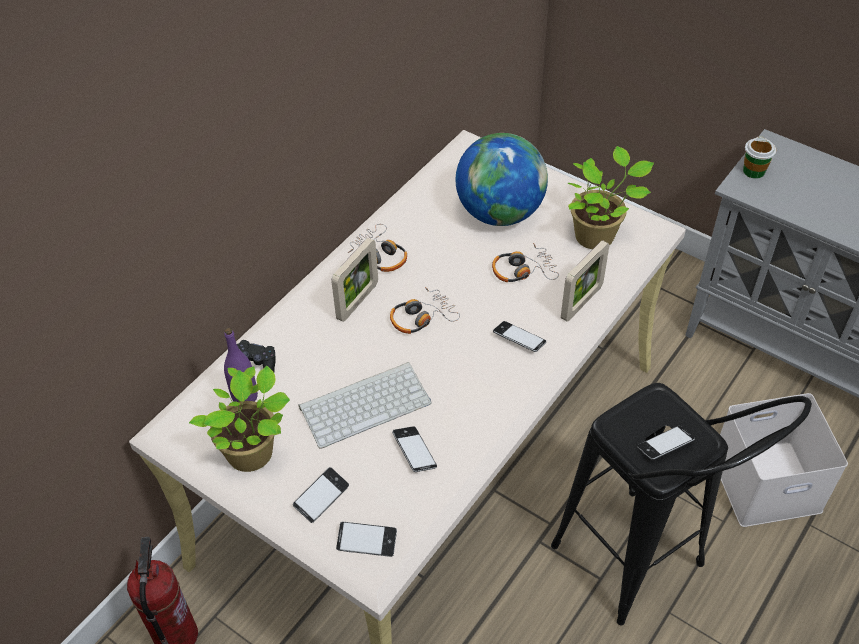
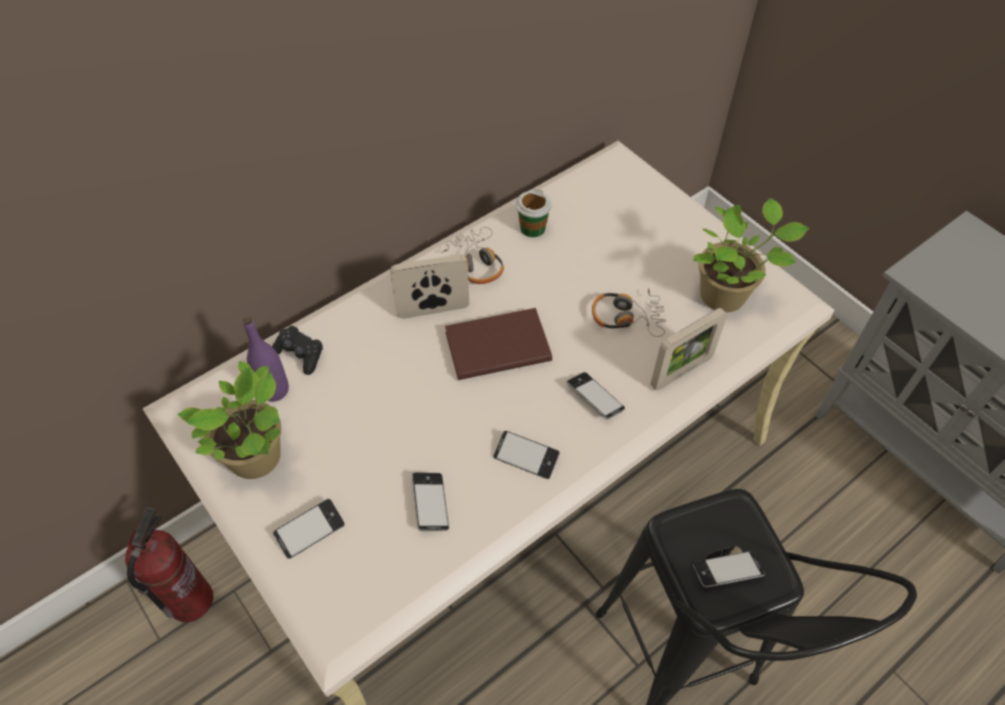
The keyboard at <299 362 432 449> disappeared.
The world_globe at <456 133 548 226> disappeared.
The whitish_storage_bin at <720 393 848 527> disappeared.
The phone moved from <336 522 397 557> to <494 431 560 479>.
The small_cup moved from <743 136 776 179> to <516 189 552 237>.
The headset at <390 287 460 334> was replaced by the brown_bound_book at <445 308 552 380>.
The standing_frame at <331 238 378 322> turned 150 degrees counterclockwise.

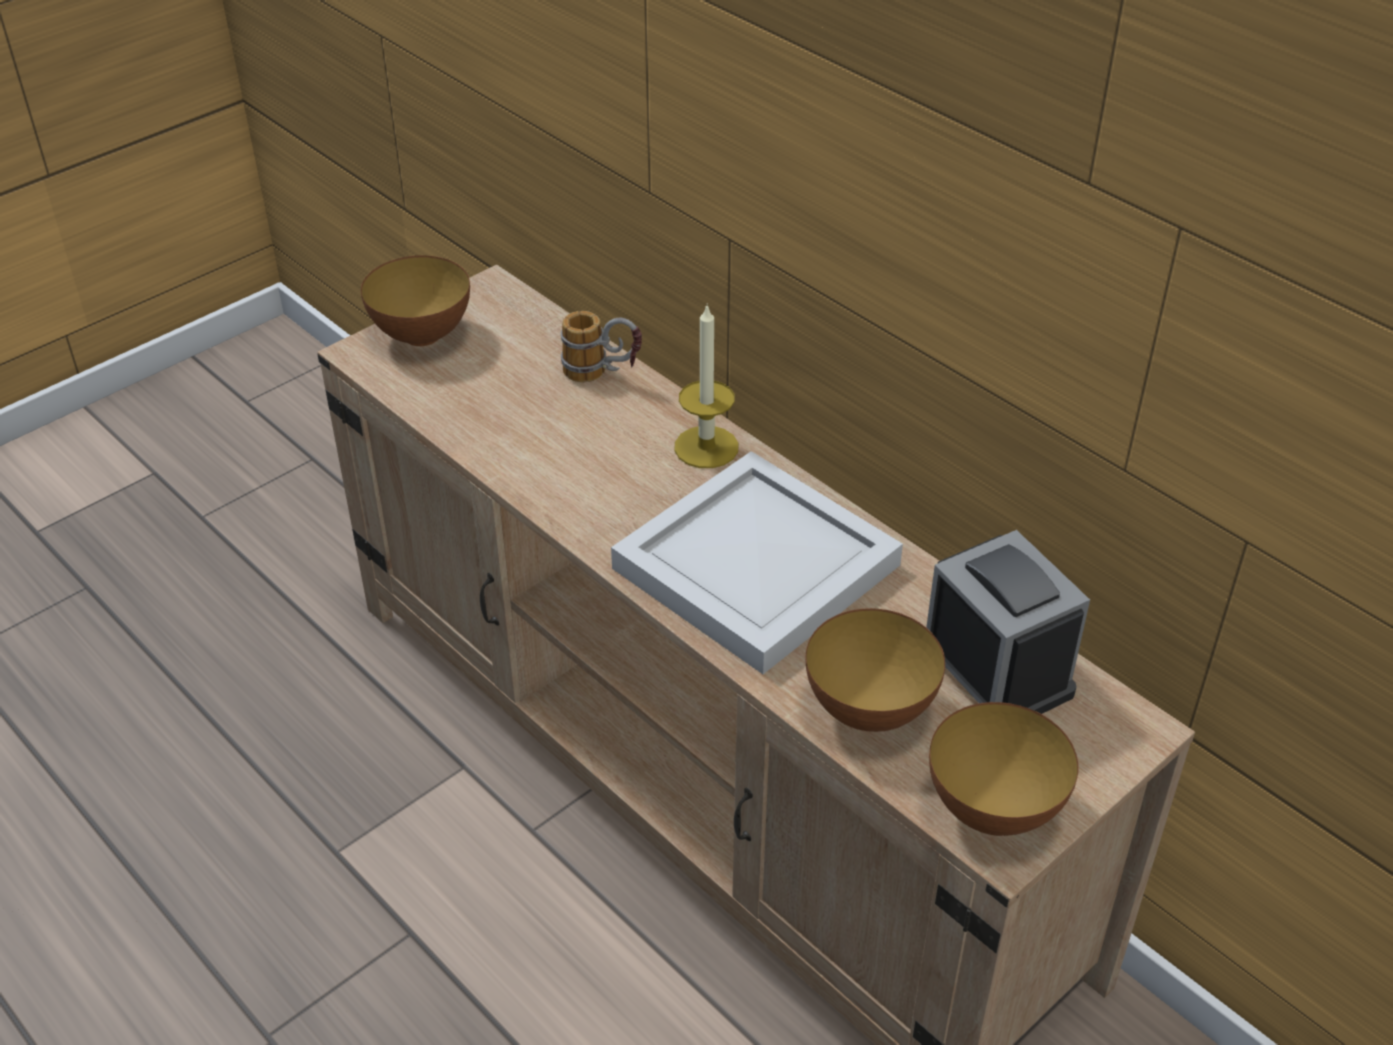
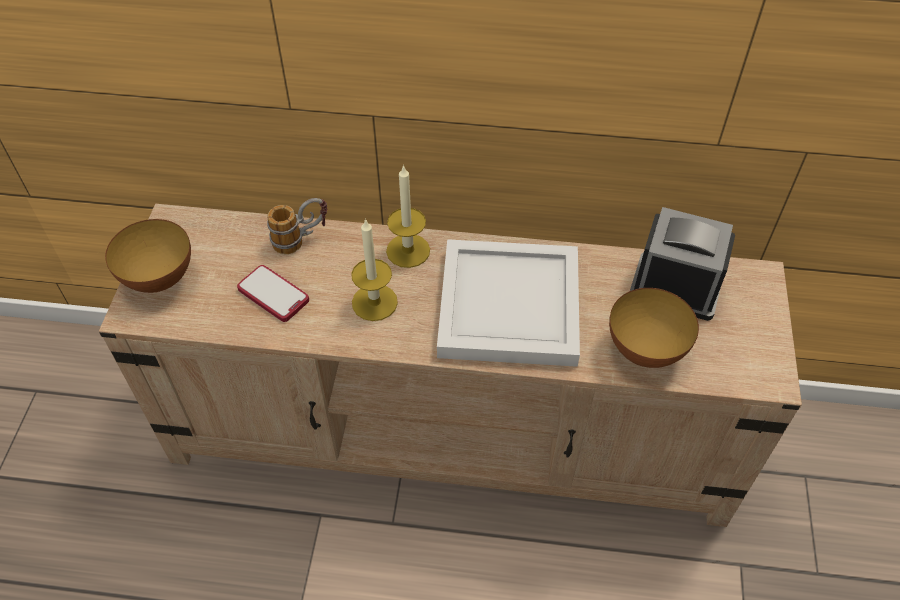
The serving_bowl at <929 702 1079 836> disappeared.
The phone at <237 265 309 322> appeared.
The wax_light at <351 218 398 321> appeared.

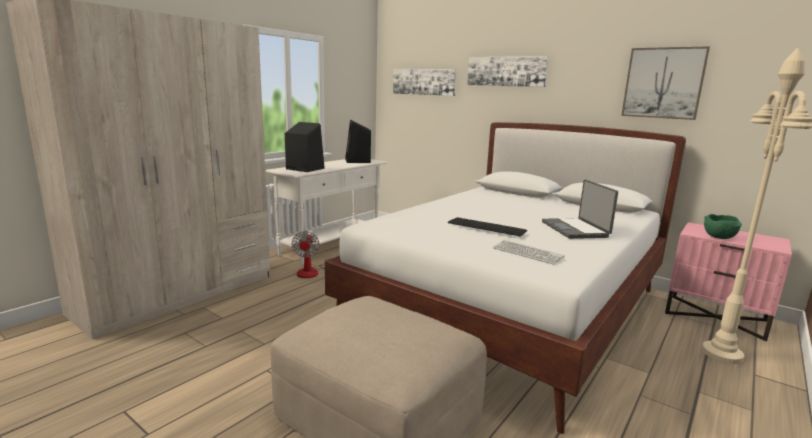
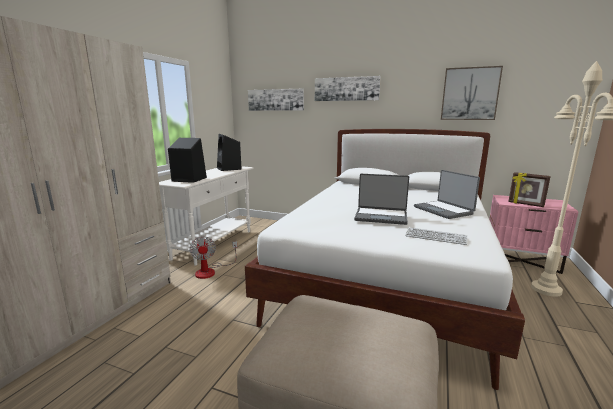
The keyboard at <448 217 527 237> was replaced by the laptop at <354 174 409 225>.
The green_serving_bowl at <704 214 742 239> was replaced by the standing_frame at <508 172 551 207>.

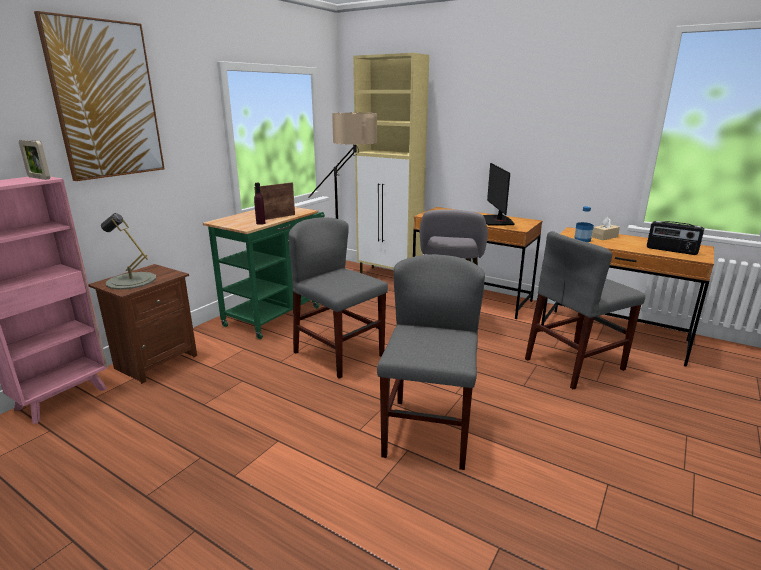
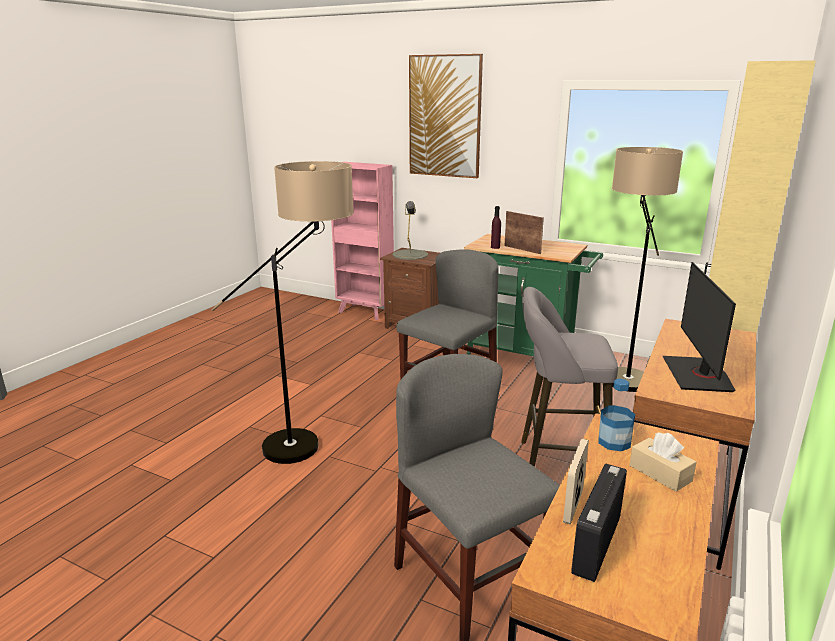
The standing_frame moved from <19 140 50 180> to <563 438 589 524>.
The gray_plain_chair at <377 254 485 470> was replaced by the standard_lamp at <211 161 354 464>.
The computer_display at <483 163 514 226> turned 75 degrees counterclockwise.

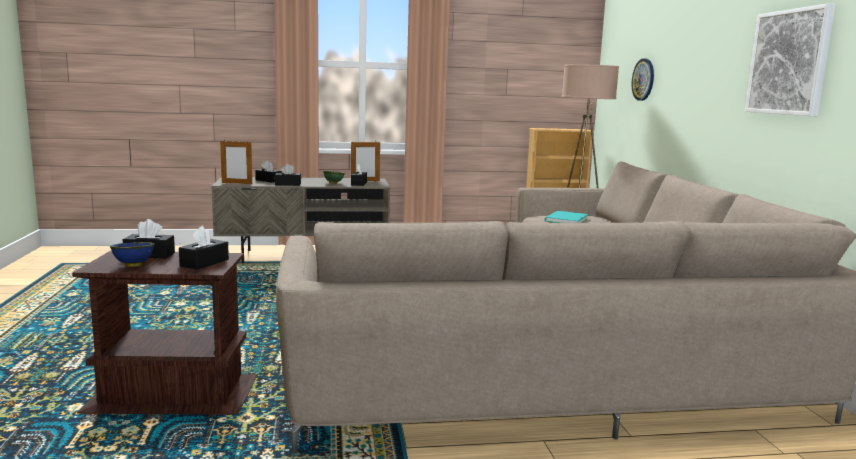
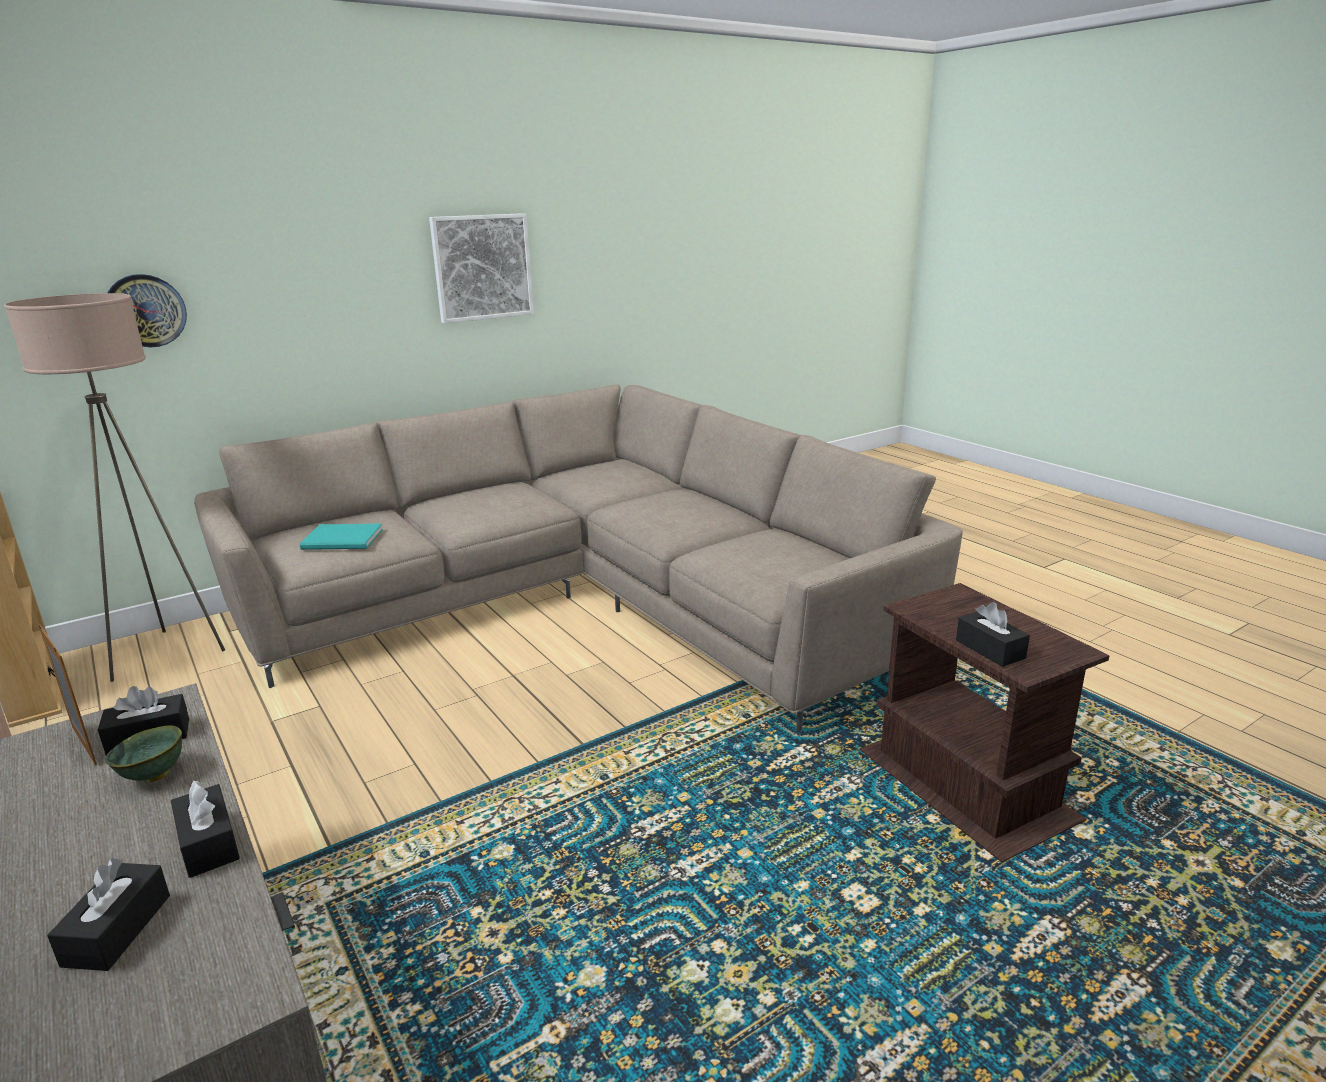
The blue_serving_bowl at <110 242 155 267> disappeared.
The black_tissue_box at <179 226 229 270> disappeared.
The standing_frame at <220 141 252 184> disappeared.

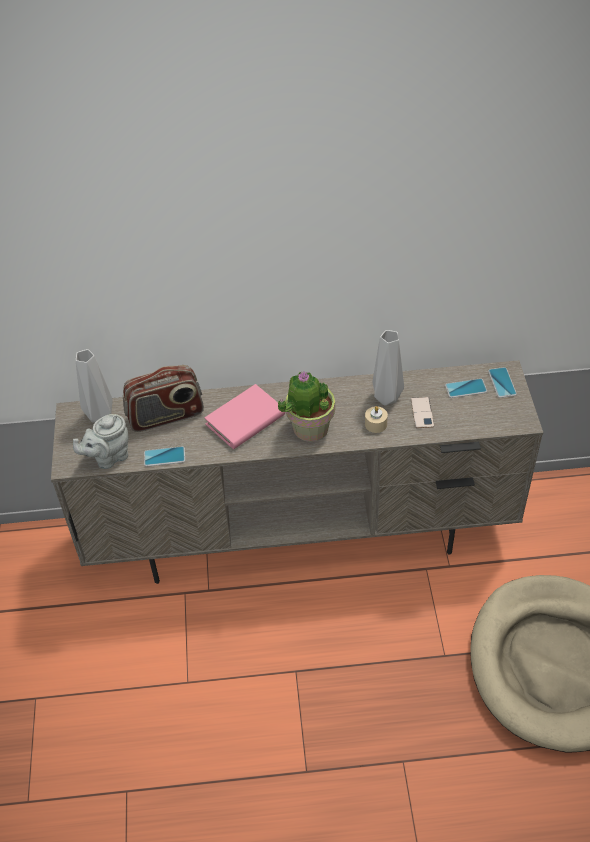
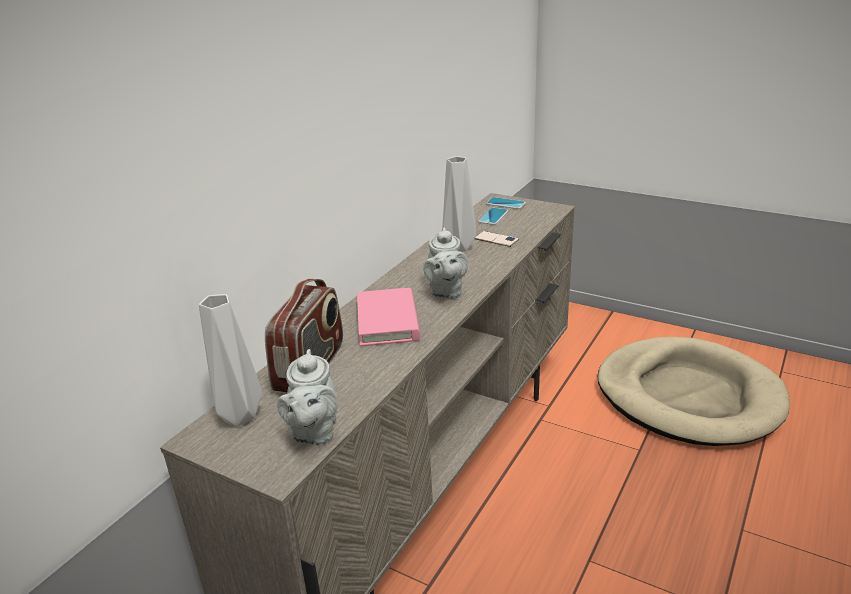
The phone at <144 446 185 466> disappeared.
The beige_wax_light at <365 406 388 433> disappeared.
The potted_plant at <278 372 335 442> was replaced by the gray_teapot at <423 227 468 299>.

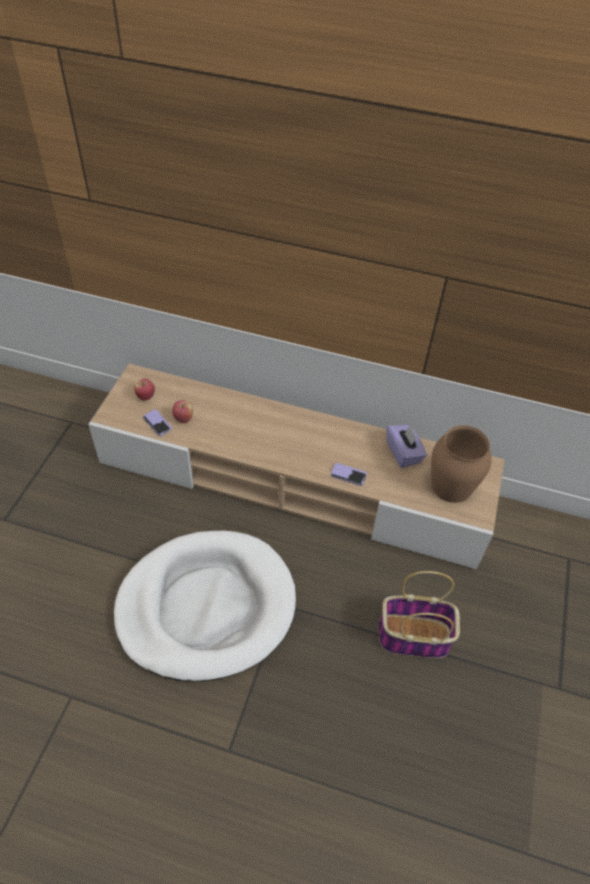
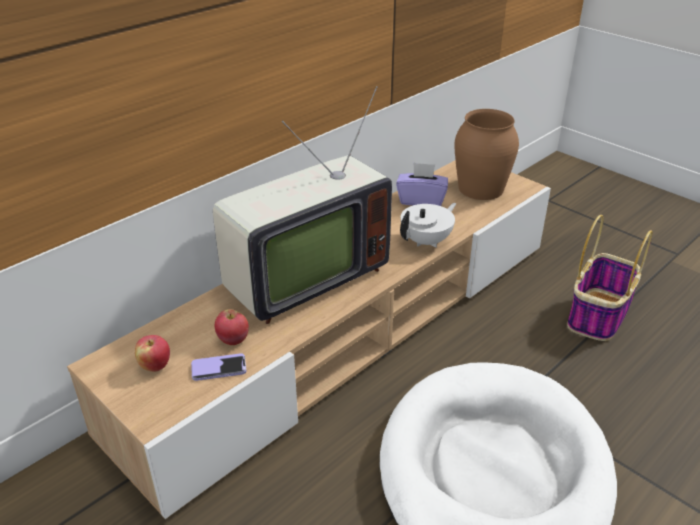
The TV at <213 86 392 324> appeared.
The phone at <331 463 367 486> was replaced by the whitish_teapot at <400 203 456 248>.

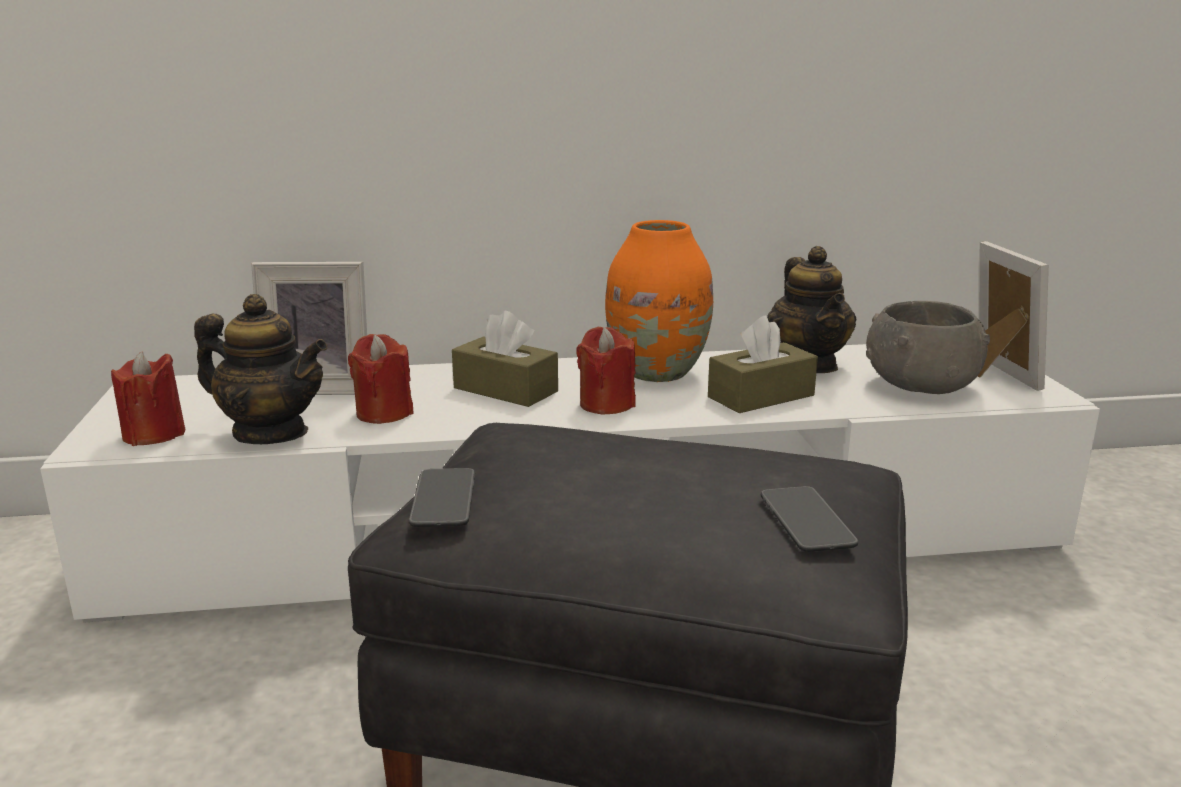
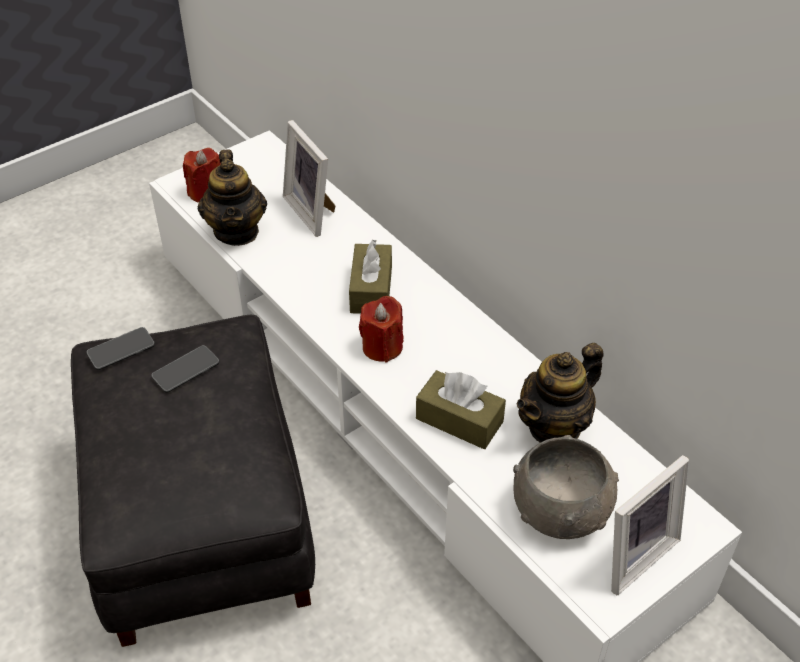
The reddish_wax_light at <348 334 414 424> disappeared.
The orange_decorative_vase at <605 220 713 382> disappeared.
The phone moved from <761 486 858 552> to <151 345 220 393>.

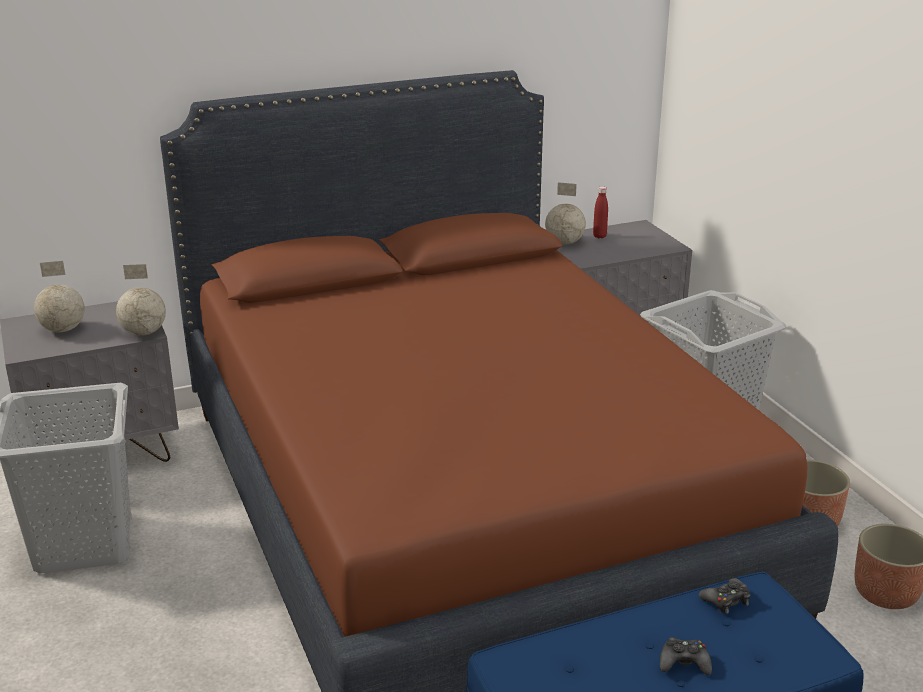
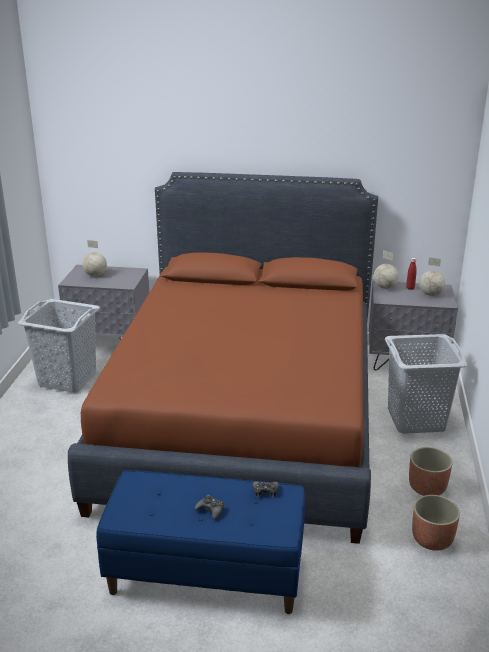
The world_globe moved from <116 264 166 336> to <419 257 445 296>.

